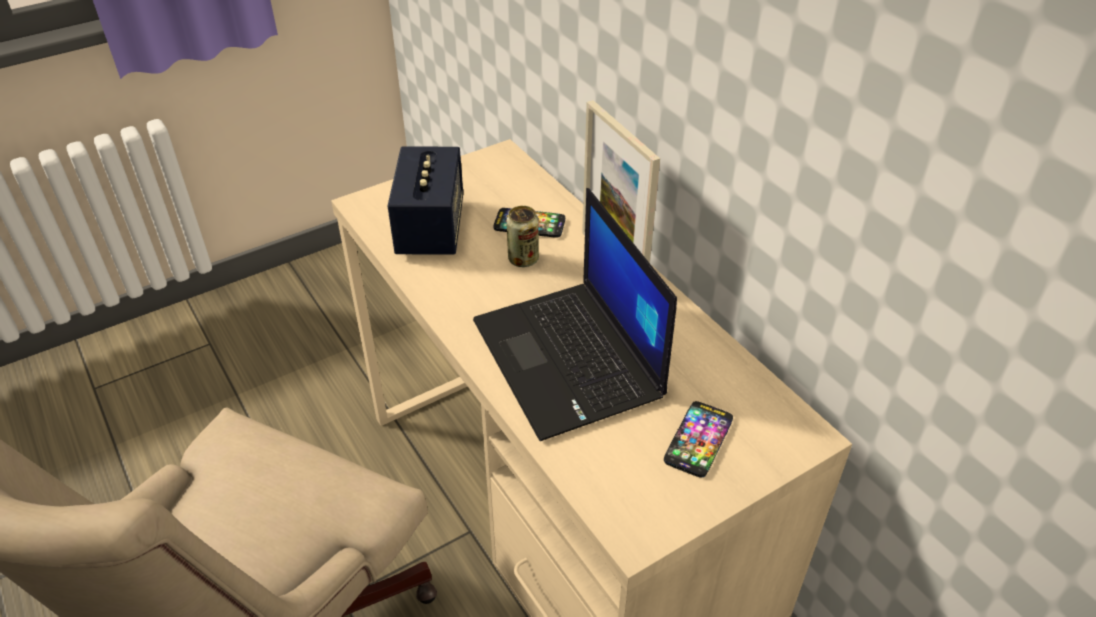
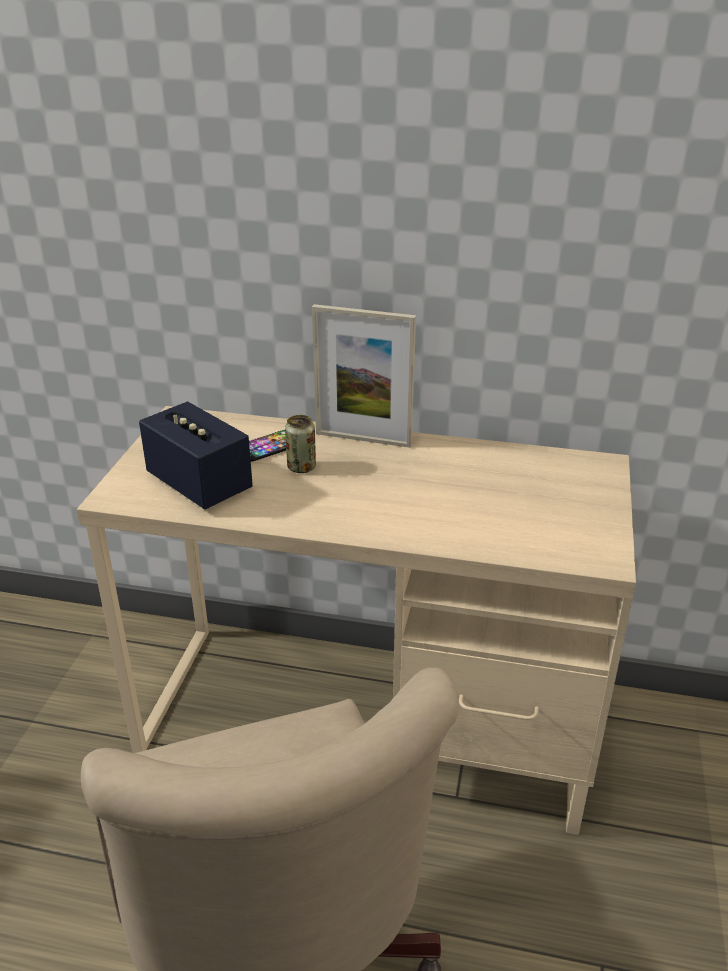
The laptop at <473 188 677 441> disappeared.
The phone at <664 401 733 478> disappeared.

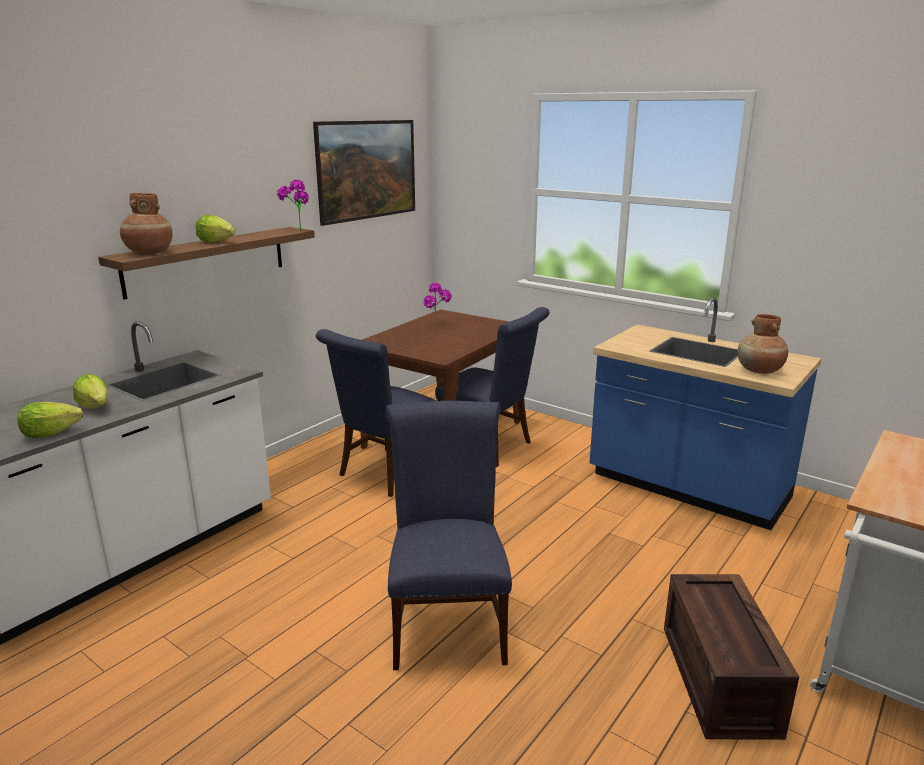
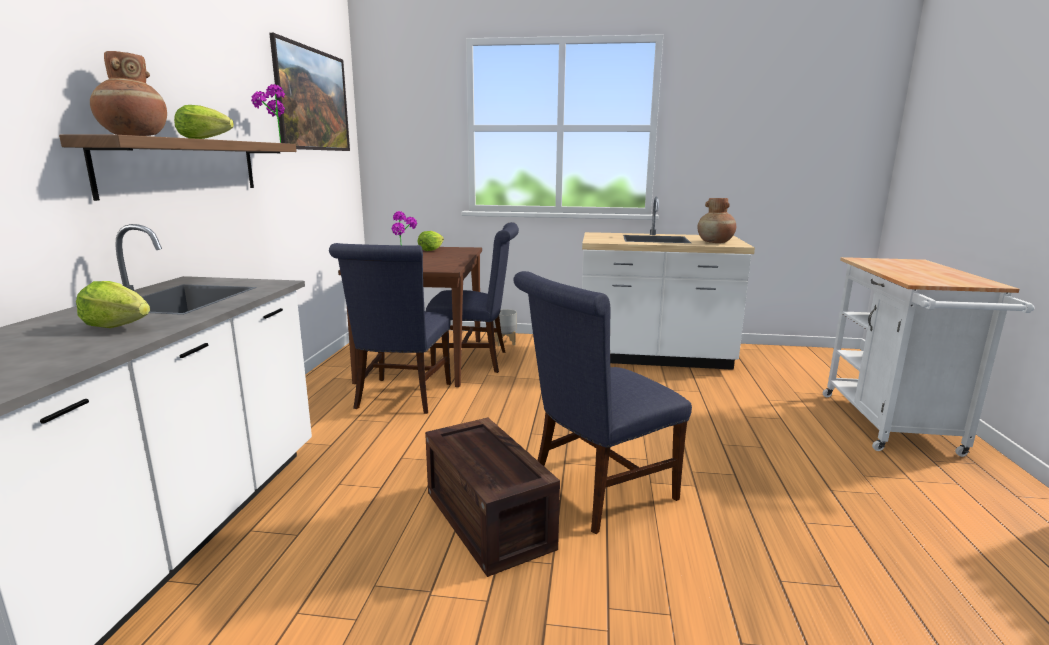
The gray_flower_pot at <493 309 517 346> appeared.
The lettuce moved from <17 402 83 438> to <417 231 444 251>.
The packing_crate moved from <664 574 799 740> to <425 418 560 577>.
The blue_counter at <589 297 821 530> became the whitish_counter at <582 197 755 370>.
The blue_plain_chair at <385 401 512 670> turned 90 degrees counterclockwise.

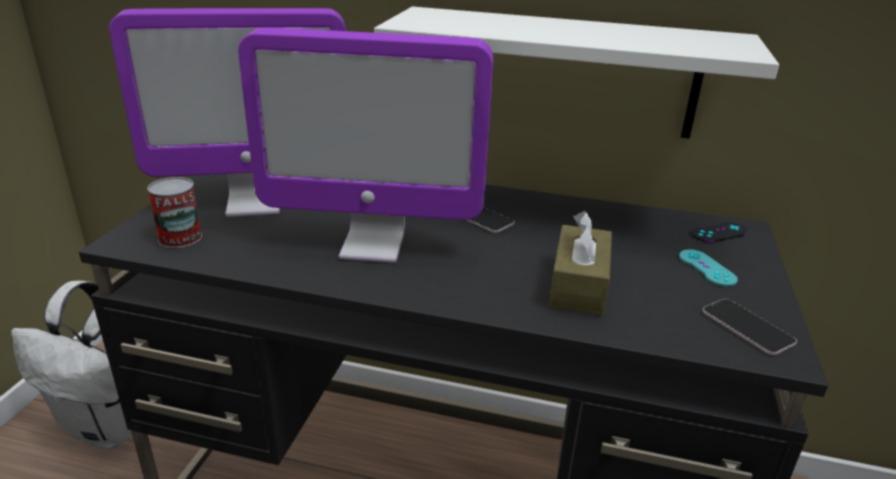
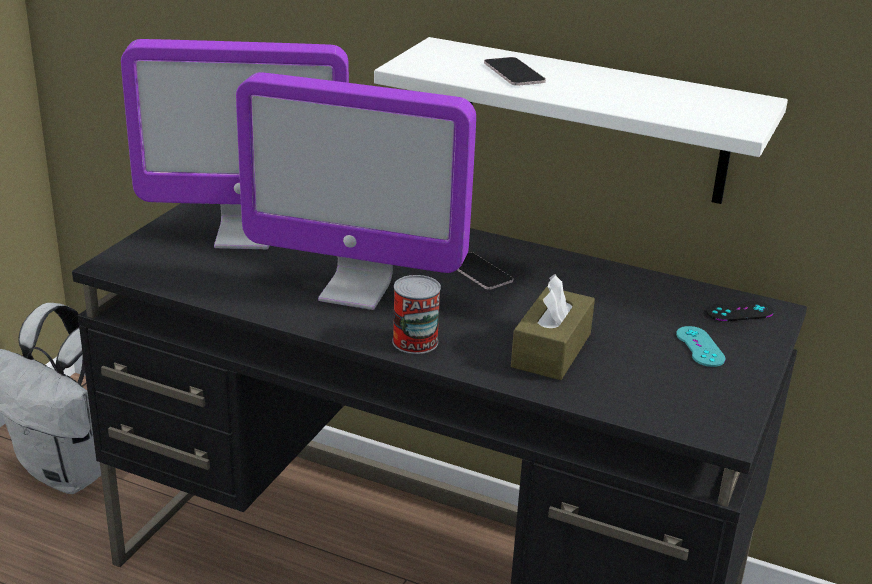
The sealed_can moved from <147 177 202 248> to <392 275 441 354>.
The phone moved from <702 299 797 355> to <484 57 546 86>.

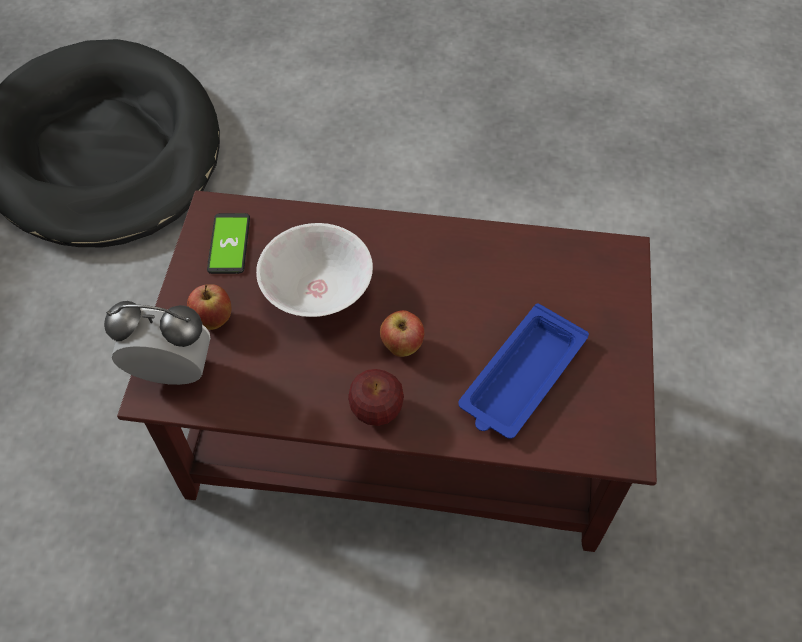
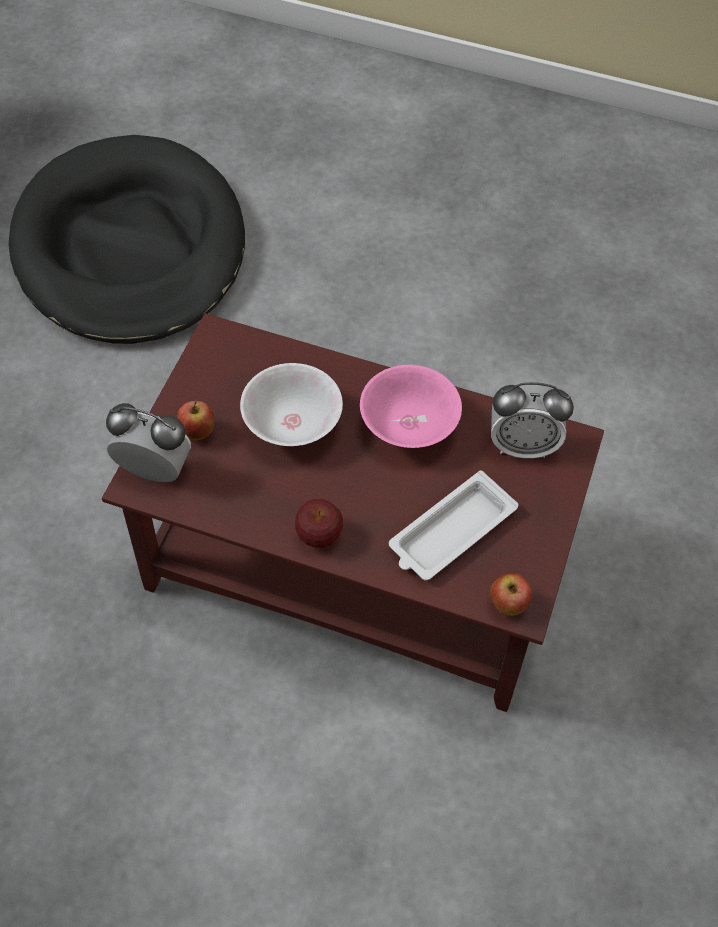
The phone at <207 213 250 274> disappeared.
The pink_serving_bowl at <360 365 462 448> appeared.
The bedside_clock at <491 382 574 458> appeared.
The apple moved from <380 310 424 357> to <490 573 532 616>.
The blue_serving_tray at <459 304 589 439> became the whitish_serving_tray at <389 471 519 581>.

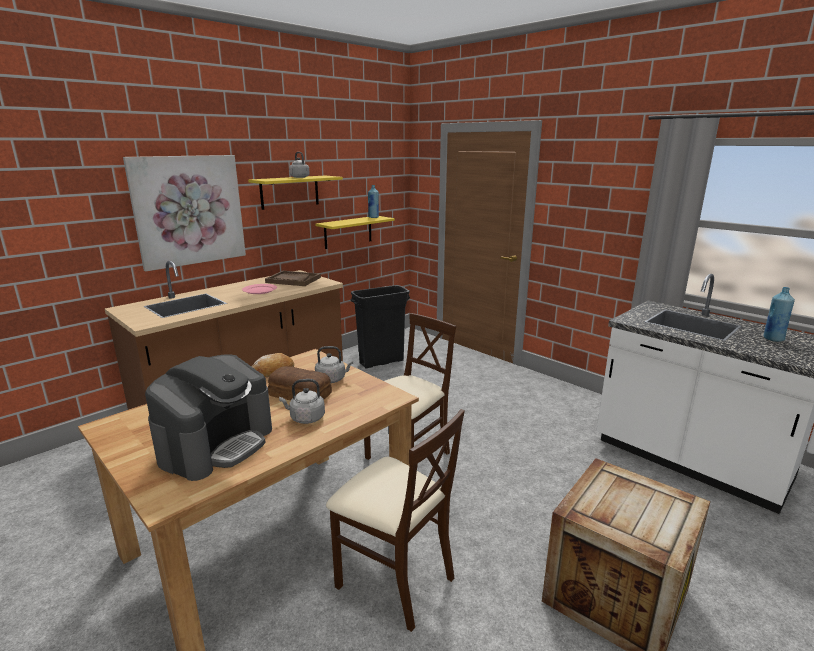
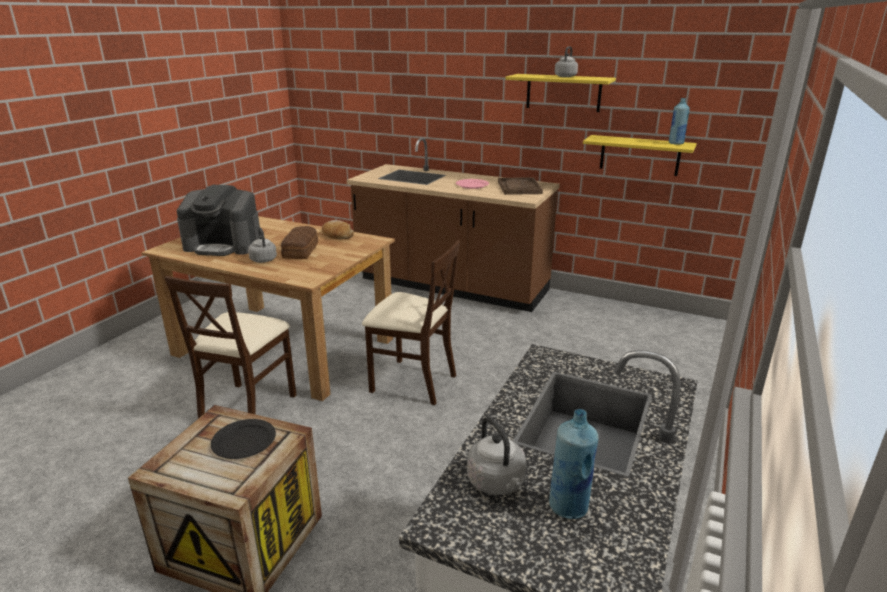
The wall_picture at <123 155 246 271> disappeared.
The black_rubbish_bin at <351 285 410 369> disappeared.
The black_dinner_plate at <211 419 276 459> appeared.
The gray_water_kettle moved from <315 346 353 383> to <467 416 526 495>.

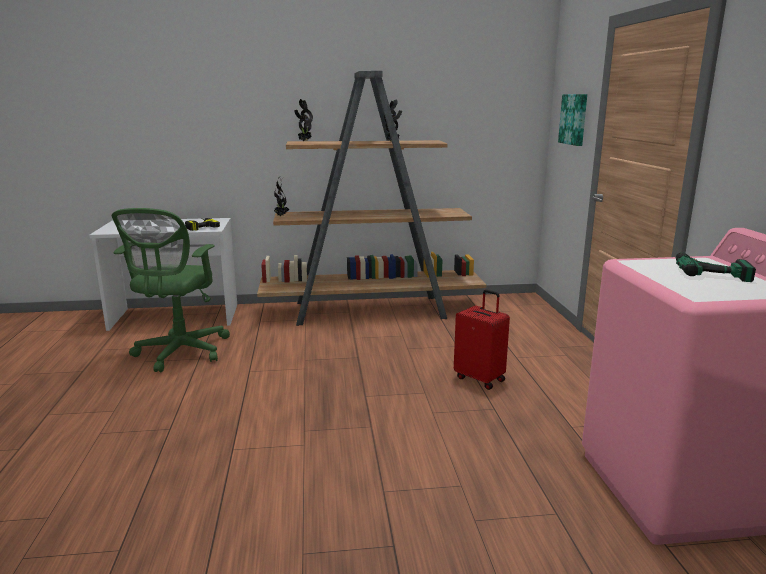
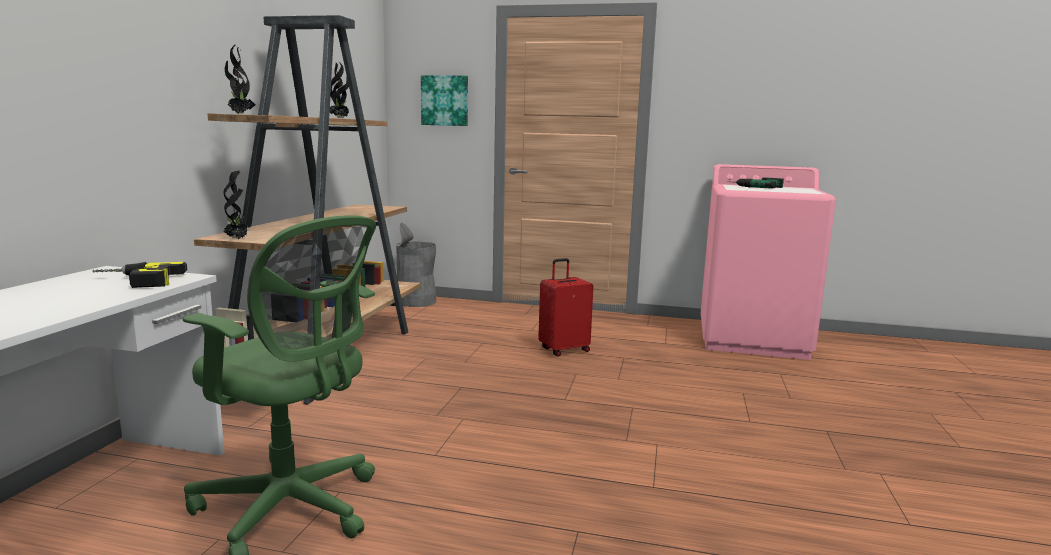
The gray_rubbish_bin at <396 223 436 307> appeared.

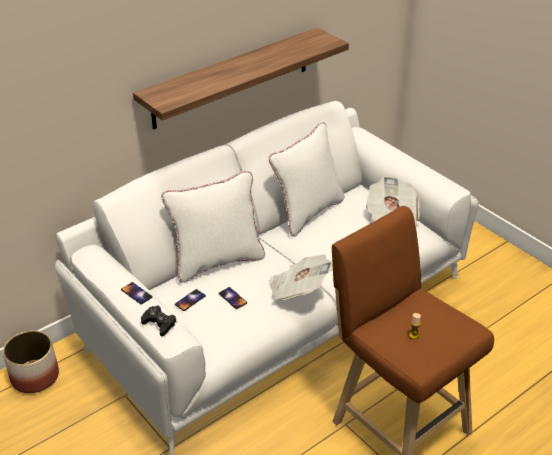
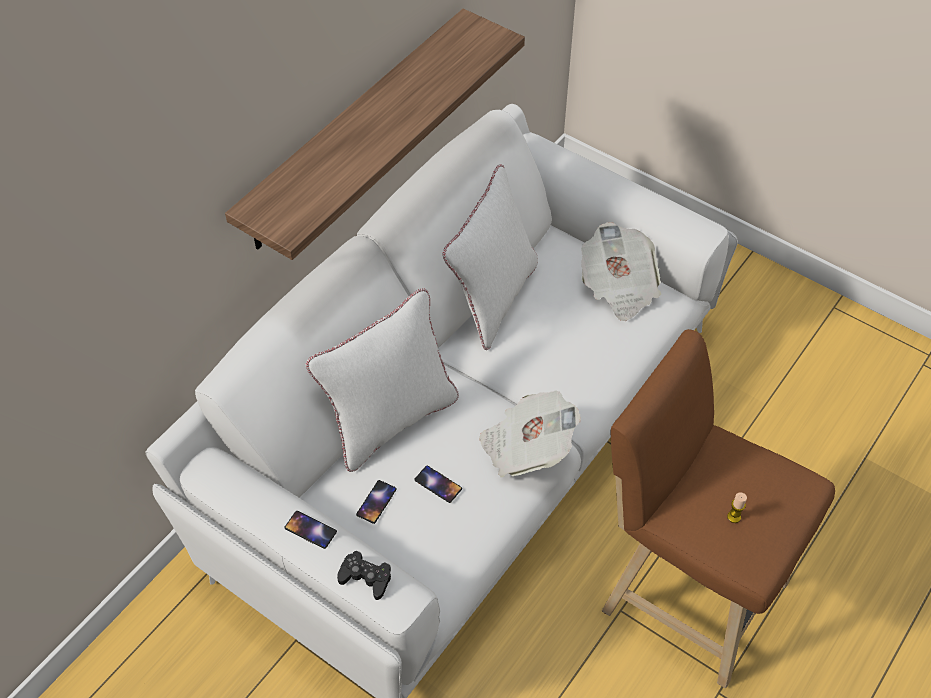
The flower_pot at <3 331 59 393> disappeared.

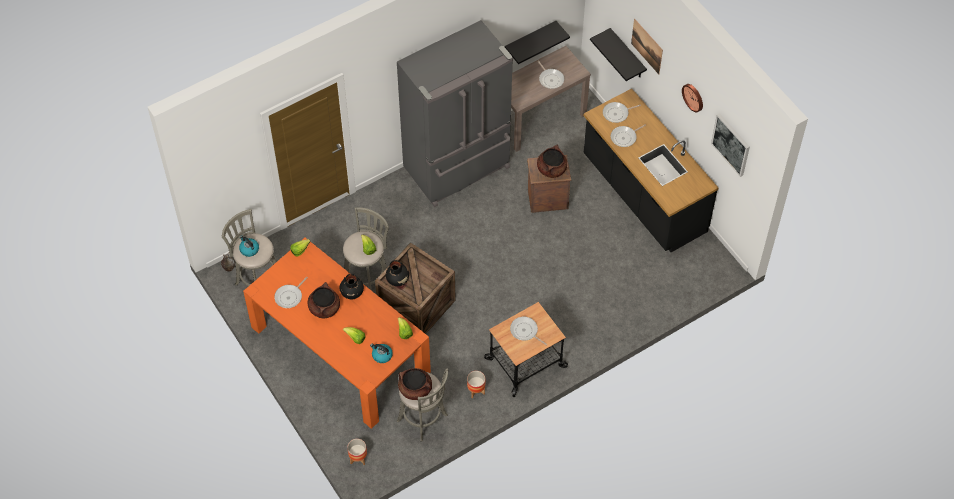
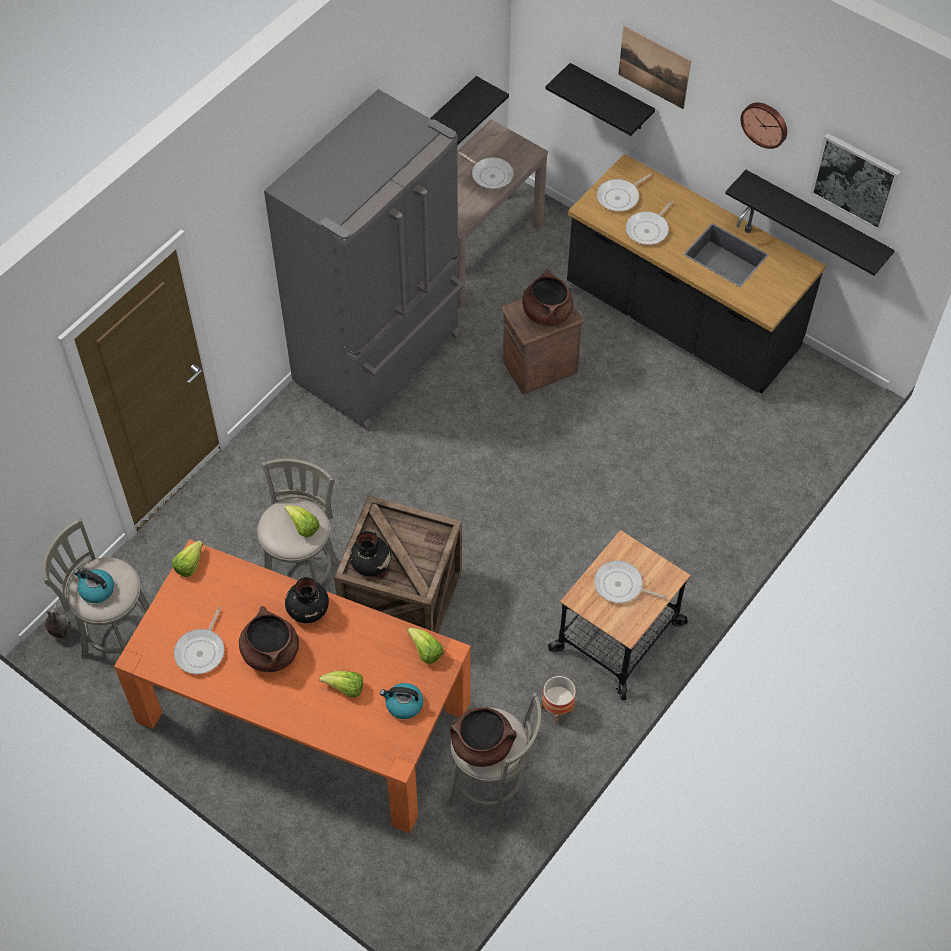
The flower_pot at <347 439 367 465> disappeared.
The black_wall_shelf at <725 170 895 276> appeared.

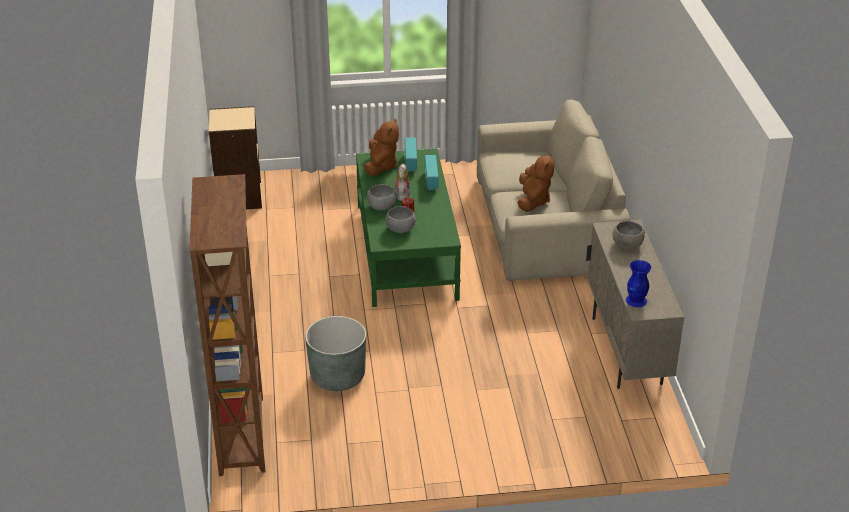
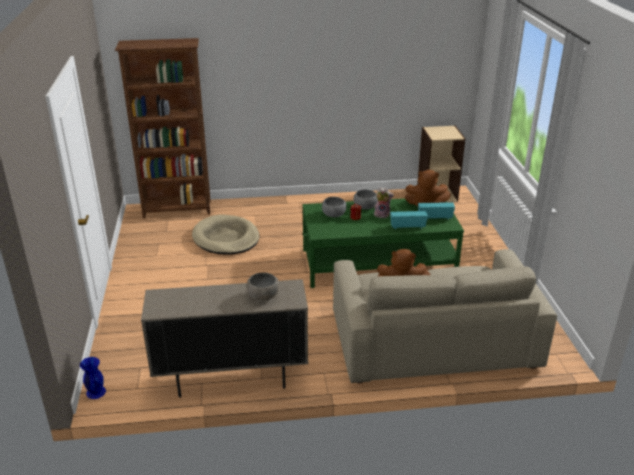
The blue_decorative_vase moved from <626 260 651 307> to <80 357 106 399>.
The gray_flower_pot at <305 316 366 391> was replaced by the beige_pet_bed at <192 215 260 255>.

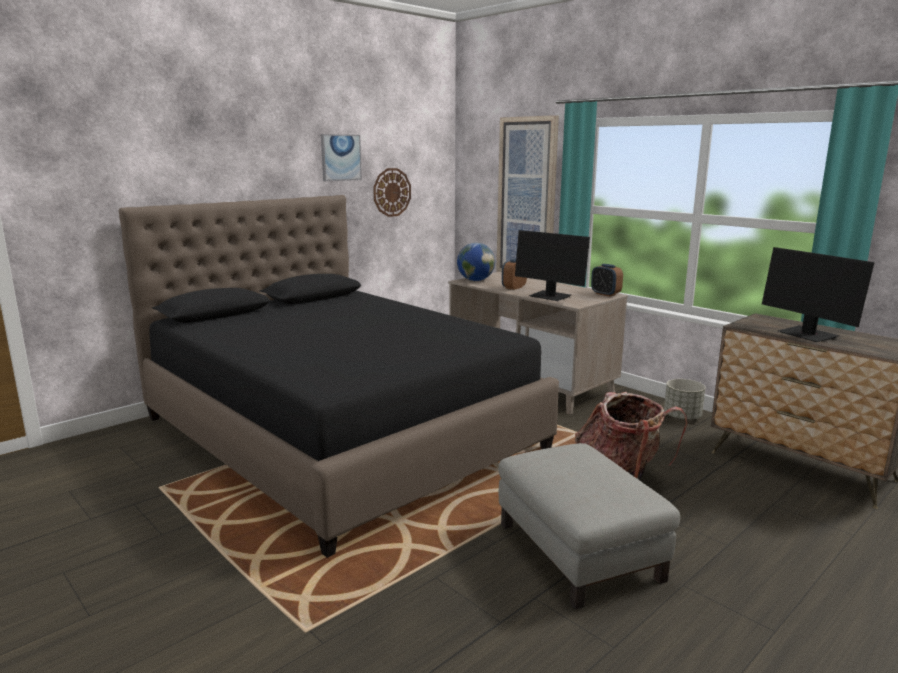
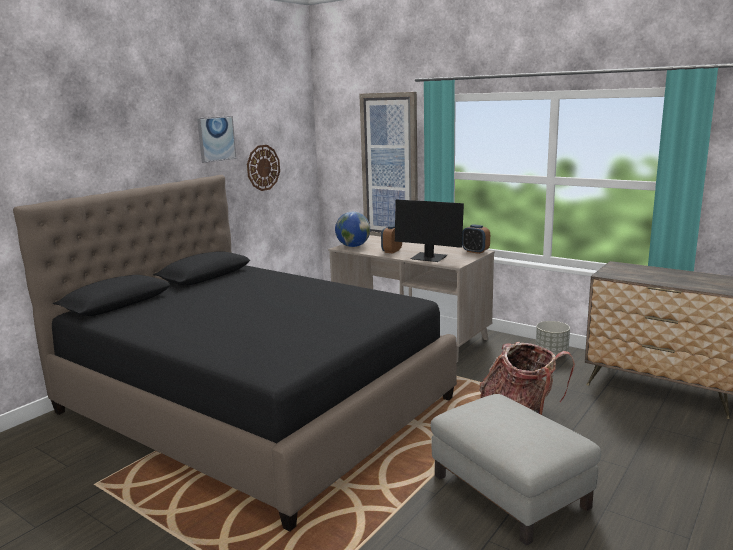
The computer_display at <762 247 875 342> disappeared.

